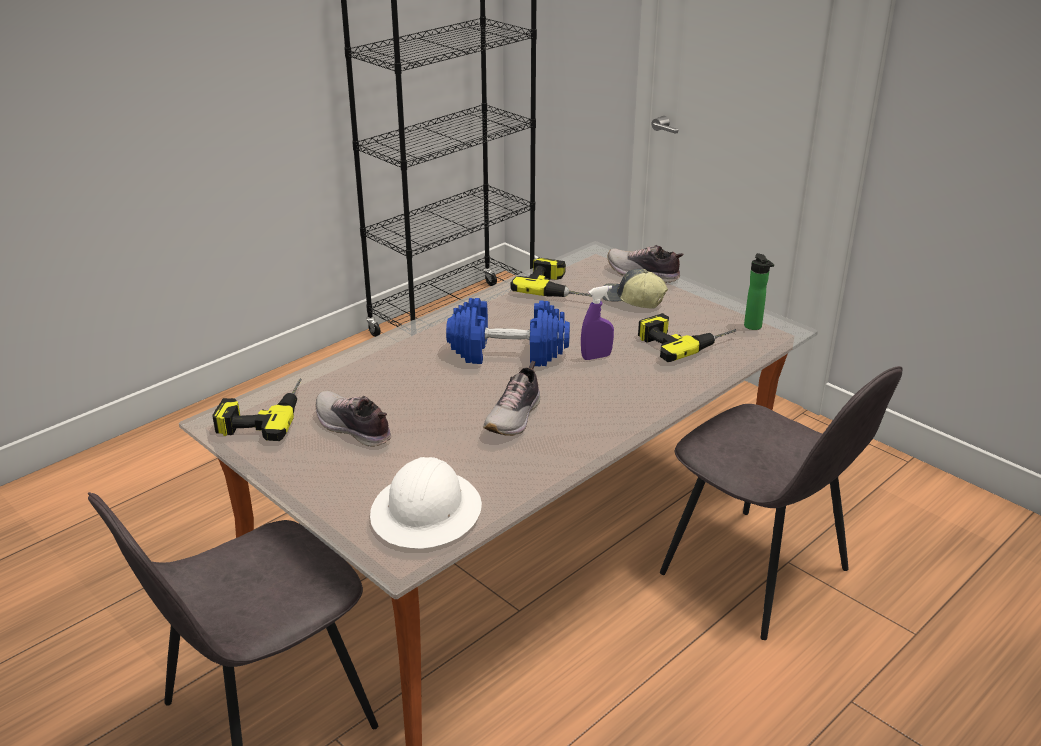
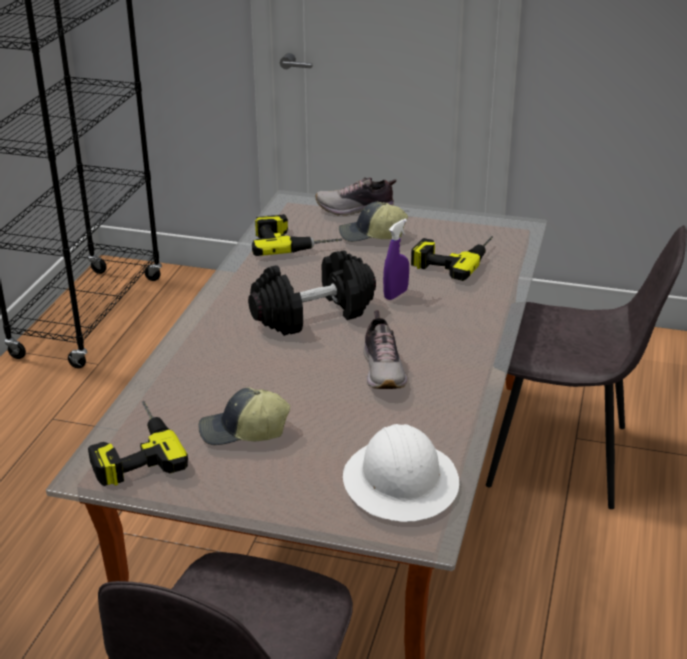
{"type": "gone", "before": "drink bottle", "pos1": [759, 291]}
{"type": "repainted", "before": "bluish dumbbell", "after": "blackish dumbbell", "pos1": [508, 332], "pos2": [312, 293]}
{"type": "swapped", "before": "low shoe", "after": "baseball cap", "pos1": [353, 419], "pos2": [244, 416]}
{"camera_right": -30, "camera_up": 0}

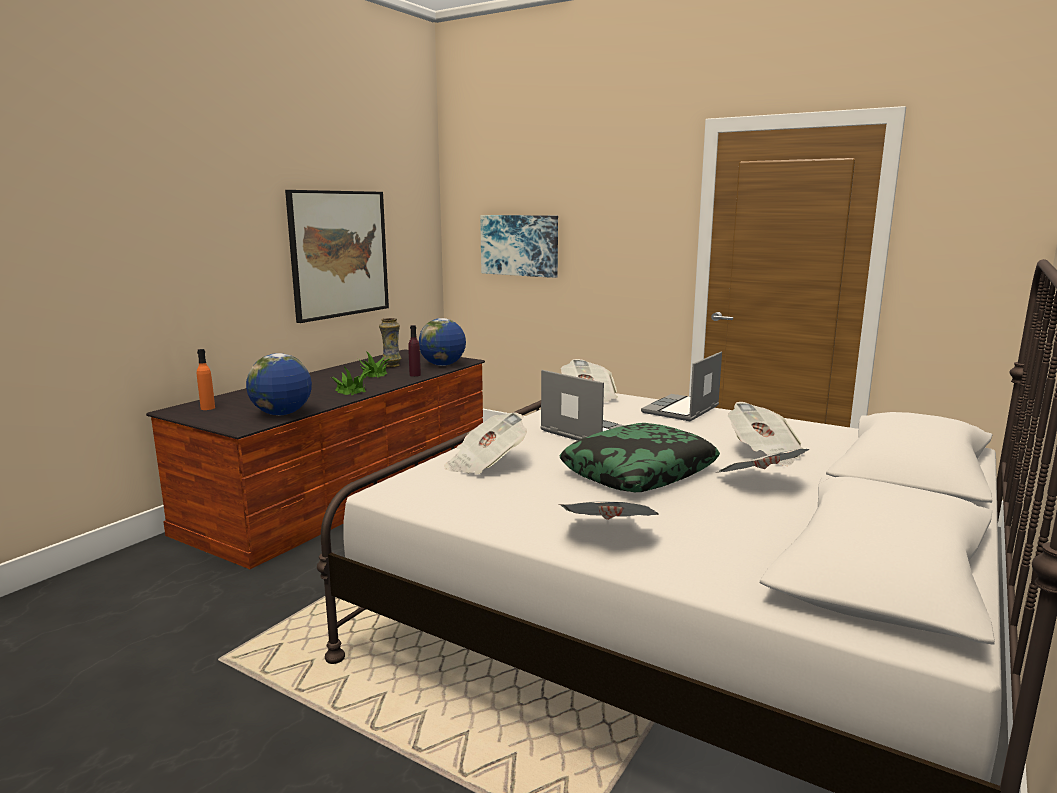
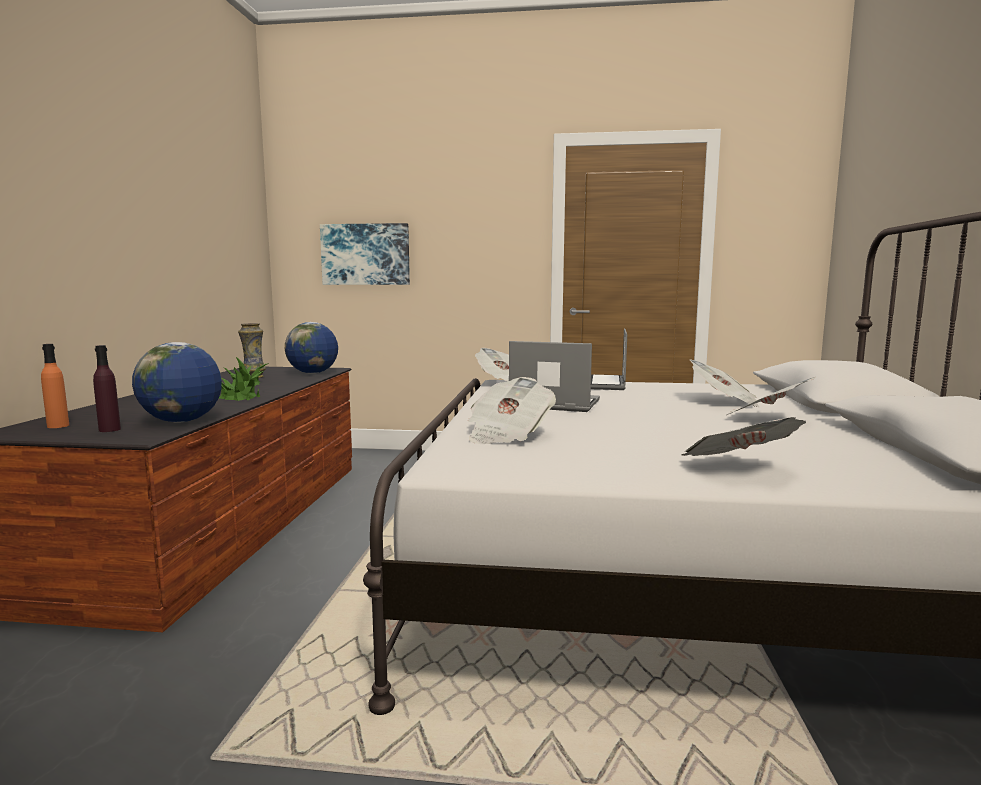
{"type": "gone", "before": "wall art", "pos1": [337, 256]}
{"type": "shifted", "before": "purple-coloured drink bottle", "pos1": [414, 351], "pos2": [107, 388]}
{"type": "gone", "before": "throw pillow", "pos1": [640, 457]}
{"camera_right": -25, "camera_up": -5}

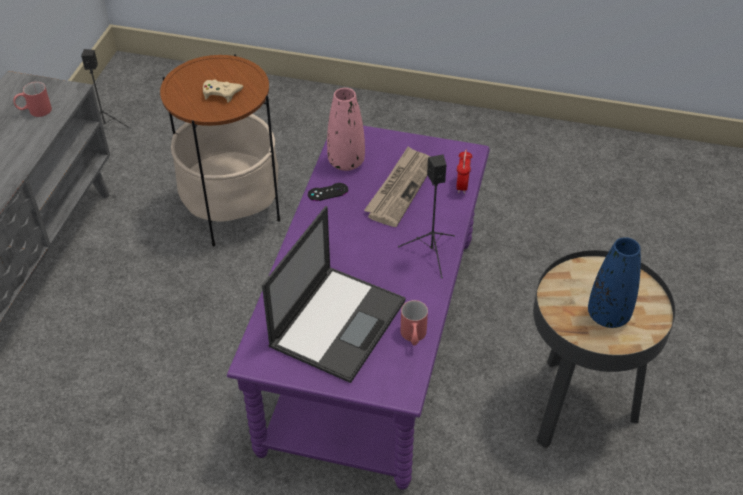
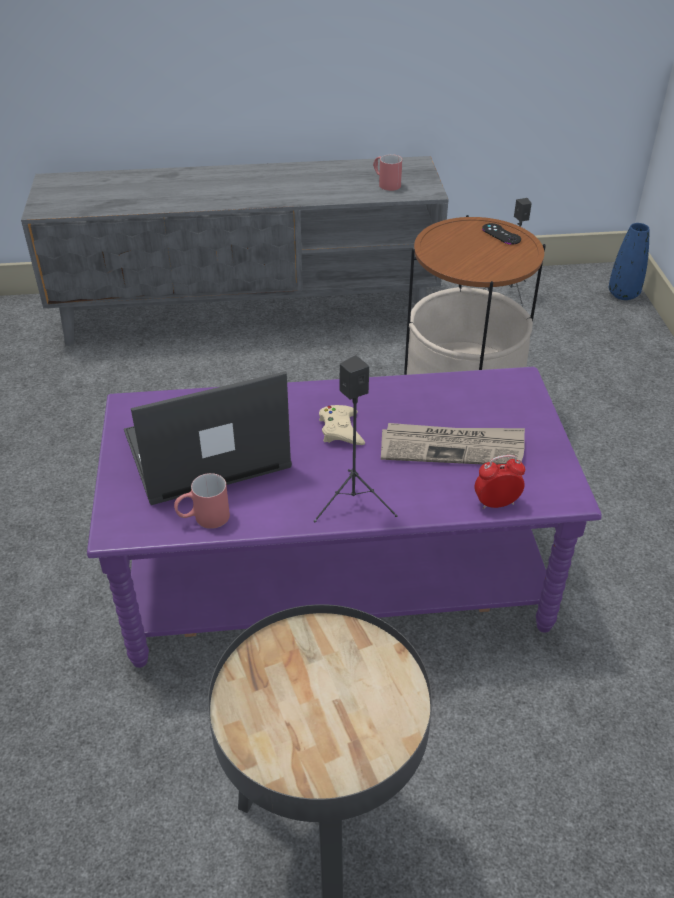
{"type": "shifted", "before": "sand-coloured game controller", "pos1": [223, 91], "pos2": [342, 425]}
{"type": "gone", "before": "pink-coloured vase", "pos1": [346, 129]}
{"type": "shifted", "before": "blackish game controller", "pos1": [328, 192], "pos2": [501, 234]}
{"type": "rotated", "before": "portable computer", "pos1": [334, 294], "pos2": [208, 438], "turn": 150}
{"type": "shifted", "before": "bluish vase", "pos1": [614, 282], "pos2": [629, 261]}
{"camera_right": 70, "camera_up": -5}

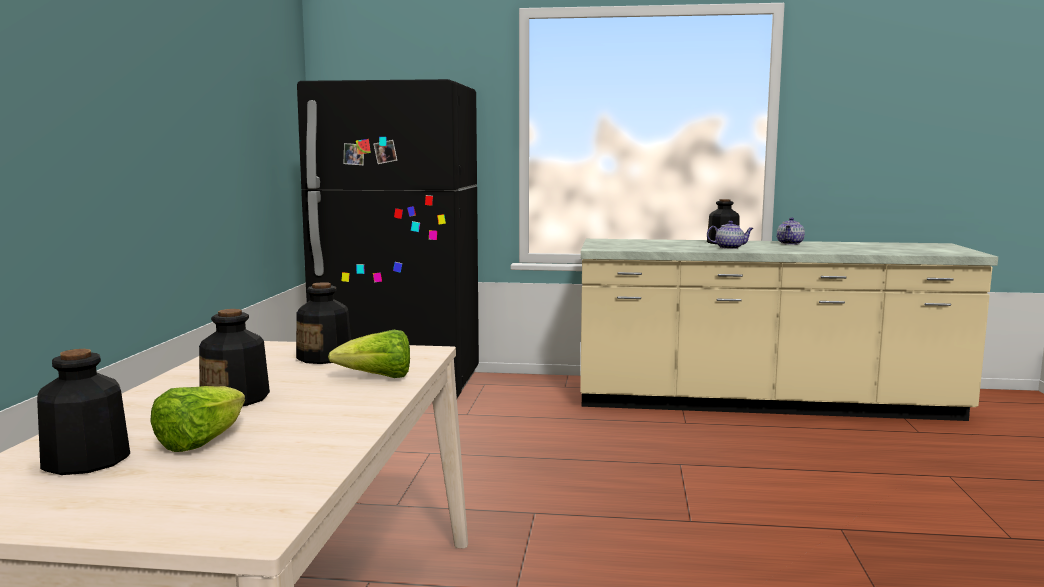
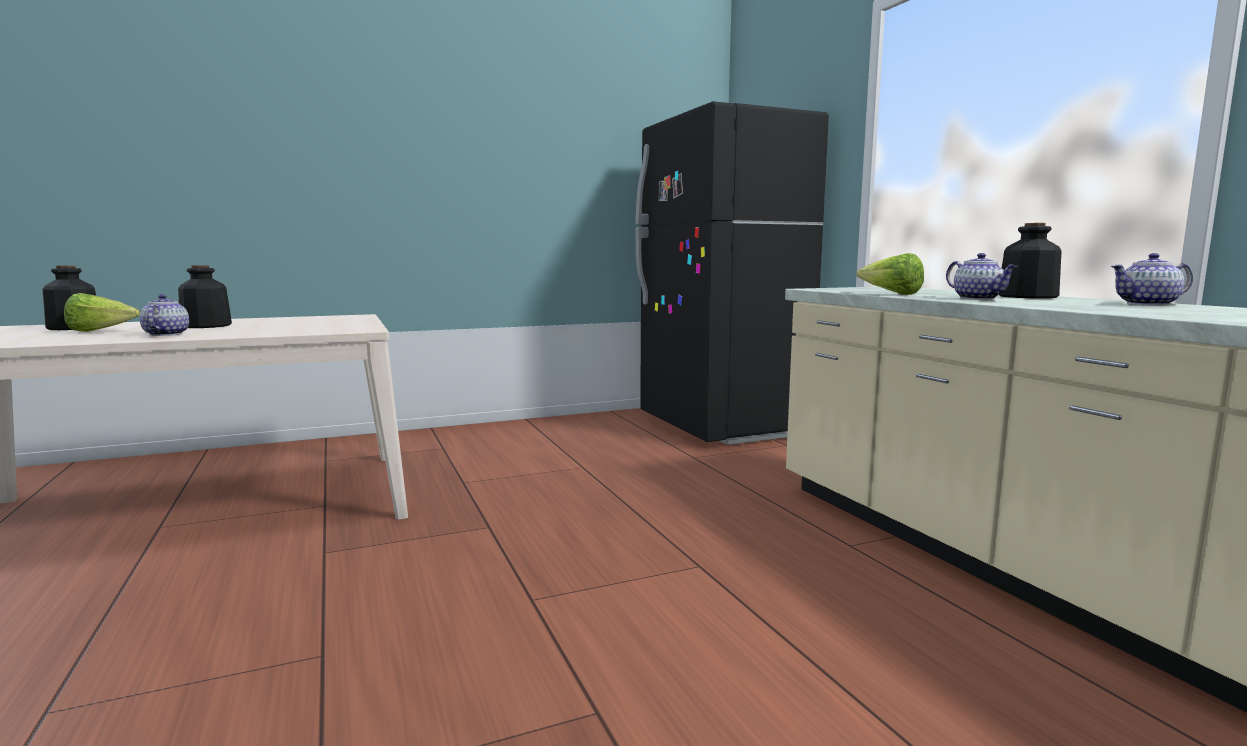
{"type": "gone", "before": "drink bottle", "pos1": [323, 323]}
{"type": "shifted", "before": "lettuce", "pos1": [369, 354], "pos2": [890, 274]}
{"type": "new", "after": "tea pot", "pos2": [164, 315]}
{"camera_right": 60, "camera_up": 0}

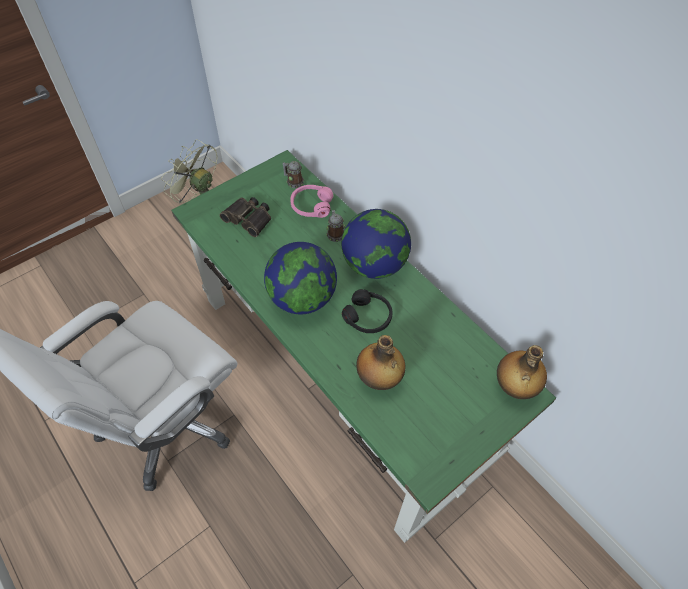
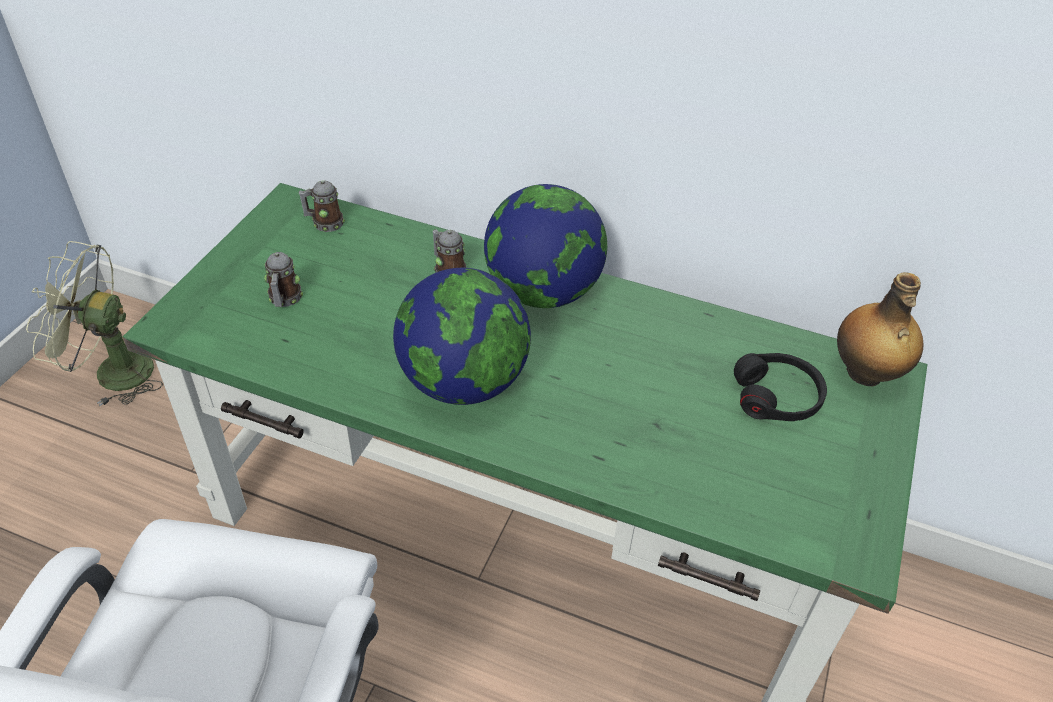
{"type": "gone", "before": "pink-coloured pair of headphones", "pos1": [311, 201]}
{"type": "swapped", "before": "binoculars", "after": "tea mug", "pos1": [245, 217], "pos2": [283, 279]}
{"type": "shifted", "before": "blackish pair of headphones", "pos1": [367, 311], "pos2": [780, 387]}
{"type": "gone", "before": "drink bottle", "pos1": [380, 362]}
{"camera_right": -30, "camera_up": -10}

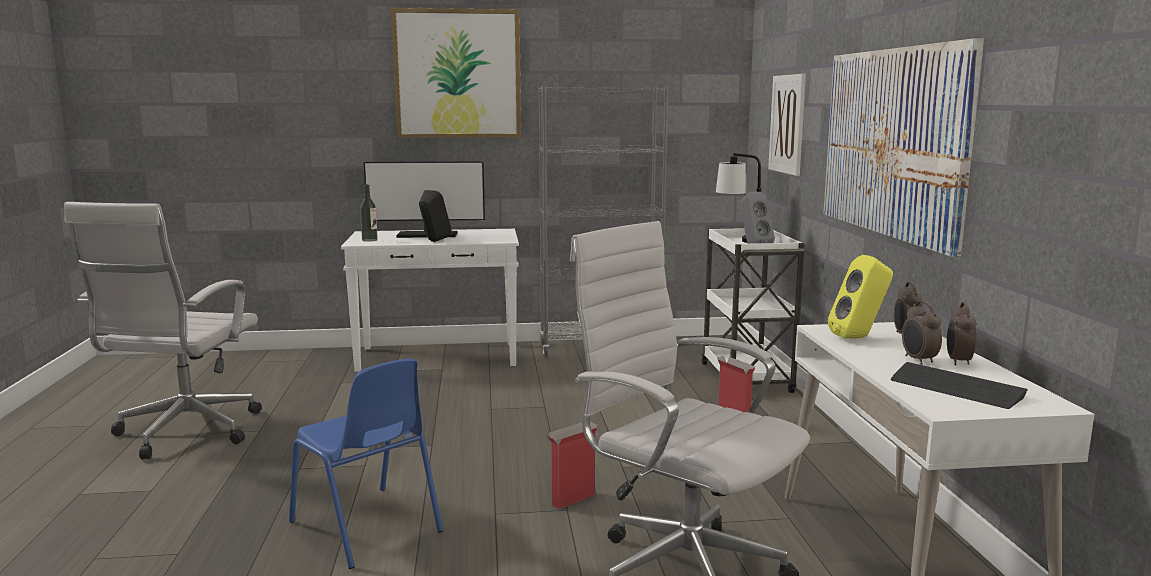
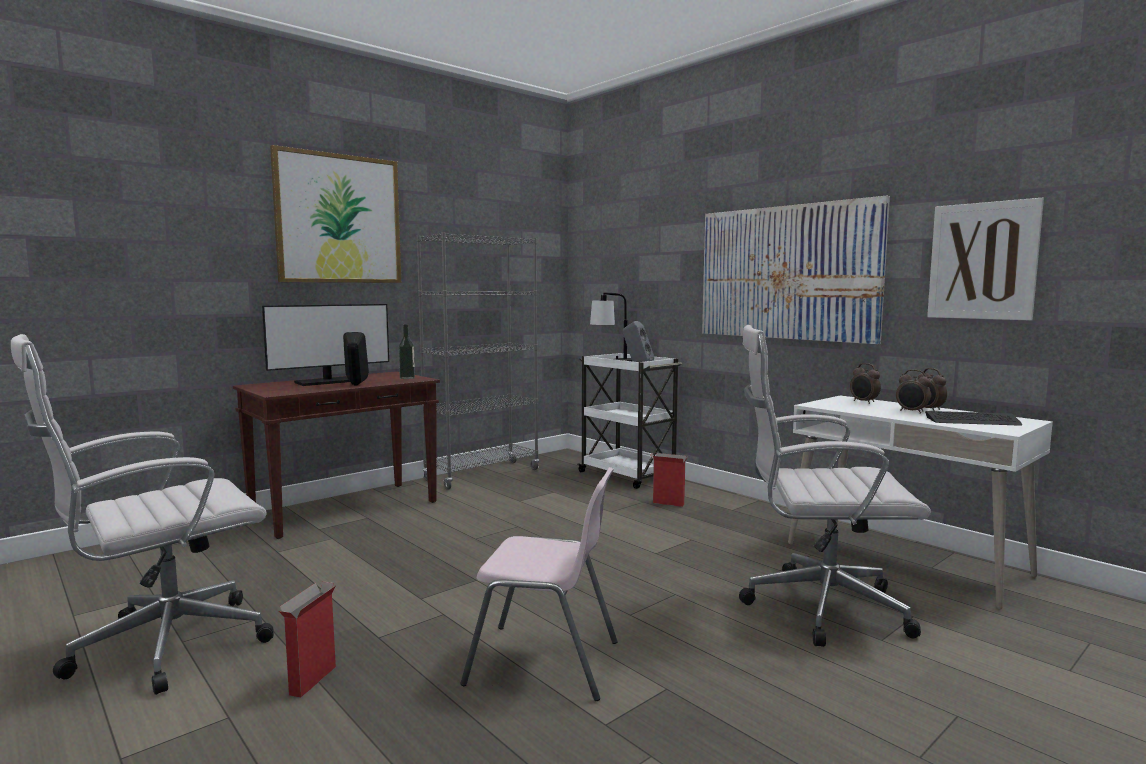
{"type": "shifted", "before": "wall art", "pos1": [787, 125], "pos2": [985, 259]}
{"type": "shifted", "before": "drink bottle", "pos1": [369, 213], "pos2": [407, 351]}
{"type": "rotated", "before": "whitish desk chair", "pos1": [163, 330], "pos2": [142, 514], "turn": 75}
{"type": "repainted", "before": "whitish hall table", "after": "brown hall table", "pos1": [430, 300], "pos2": [336, 455]}
{"type": "gone", "before": "yellow audio speaker", "pos1": [860, 297]}
{"type": "repainted", "before": "bluish chair", "after": "pink-coloured chair", "pos1": [366, 463], "pos2": [539, 584]}
{"type": "shifted", "before": "packing box", "pos1": [572, 465], "pos2": [307, 639]}
{"camera_right": -35, "camera_up": -5}

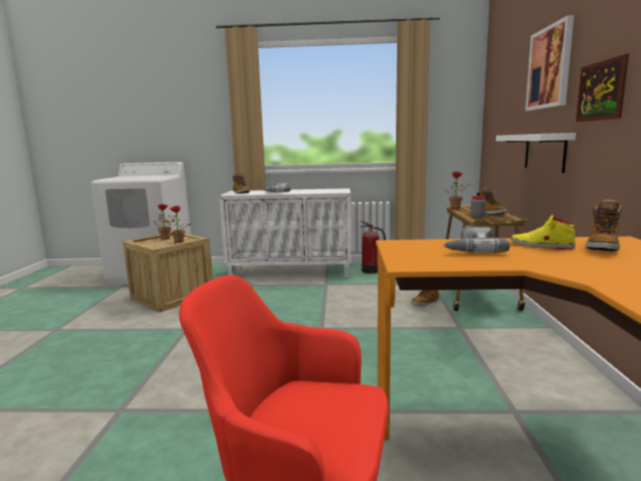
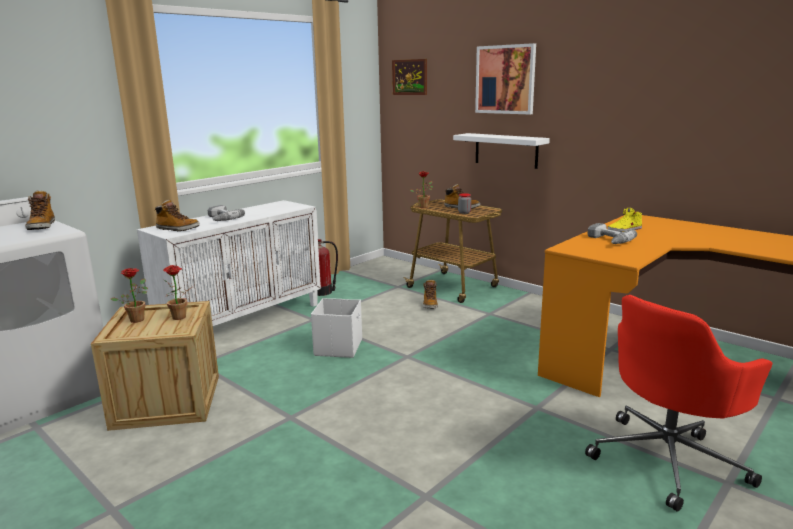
{"type": "shifted", "before": "wall art", "pos1": [602, 88], "pos2": [409, 77]}
{"type": "shifted", "before": "high-top boot", "pos1": [604, 225], "pos2": [40, 210]}
{"type": "new", "after": "whitish storage box", "pos2": [336, 328]}
{"camera_right": -50, "camera_up": 5}

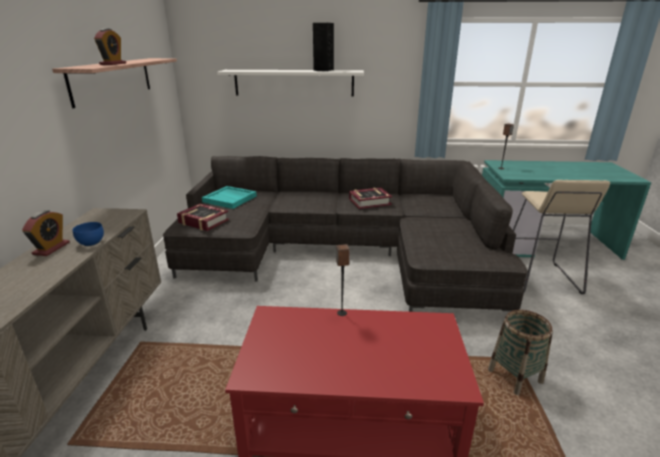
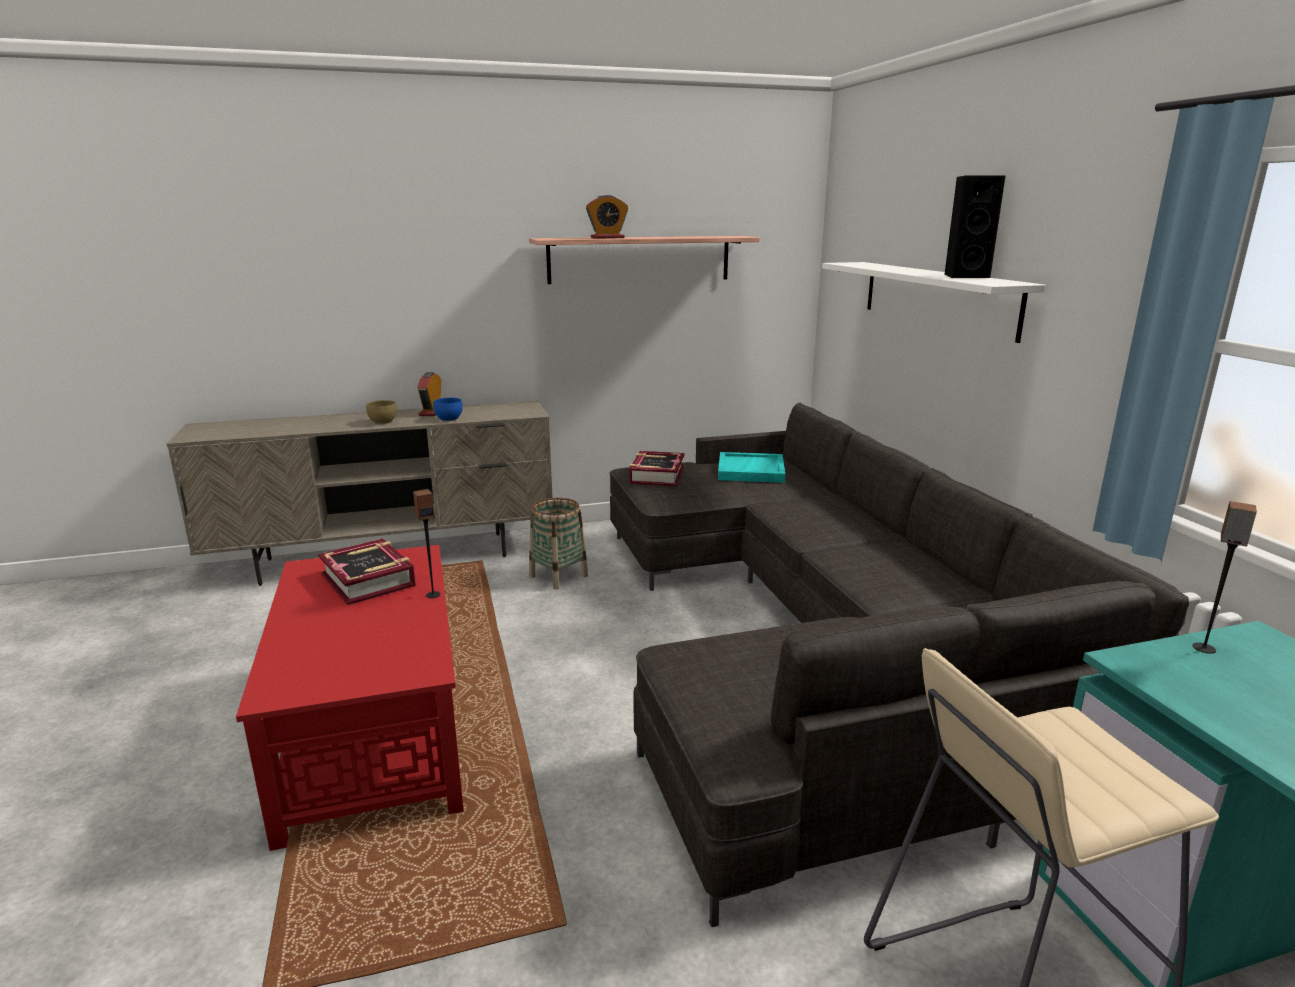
{"type": "shifted", "before": "volume", "pos1": [370, 198], "pos2": [367, 572]}
{"type": "rotated", "before": "alarm clock", "pos1": [46, 233], "pos2": [429, 394], "turn": 105}
{"type": "shifted", "before": "storage basket", "pos1": [520, 352], "pos2": [558, 544]}
{"type": "new", "after": "brown serving bowl", "pos2": [381, 412]}
{"camera_right": 70, "camera_up": -5}

